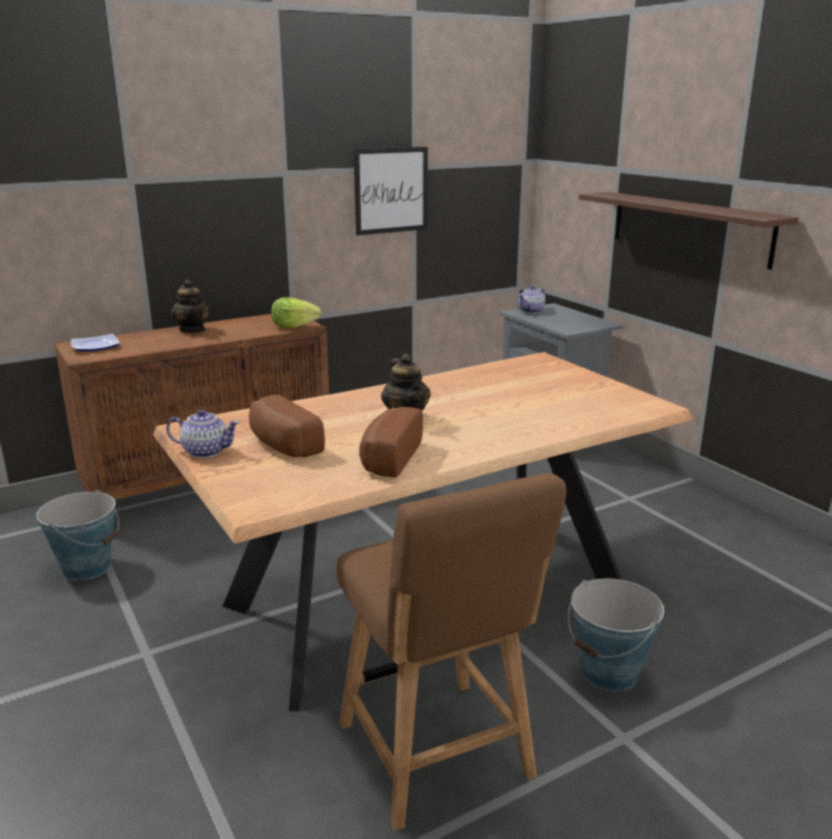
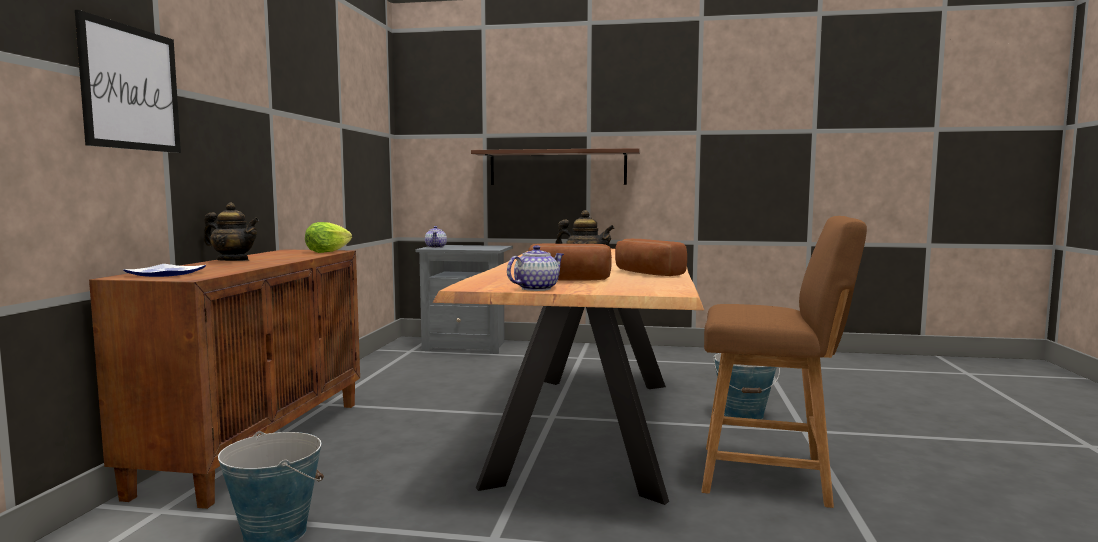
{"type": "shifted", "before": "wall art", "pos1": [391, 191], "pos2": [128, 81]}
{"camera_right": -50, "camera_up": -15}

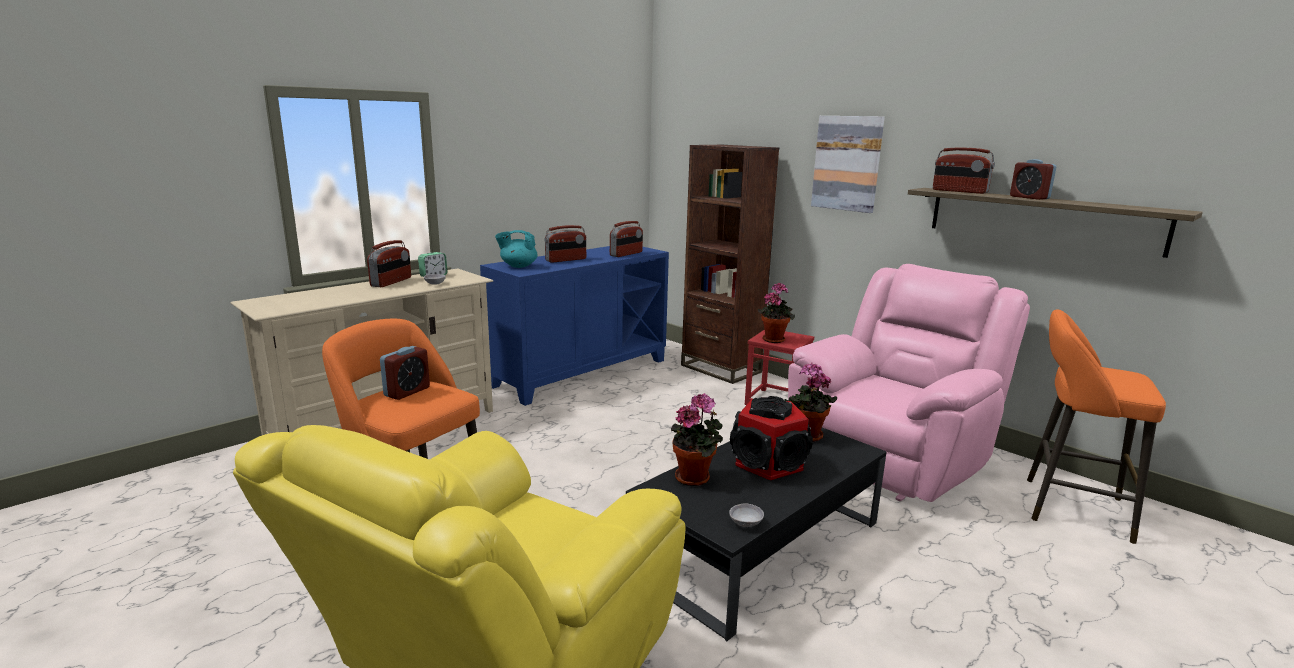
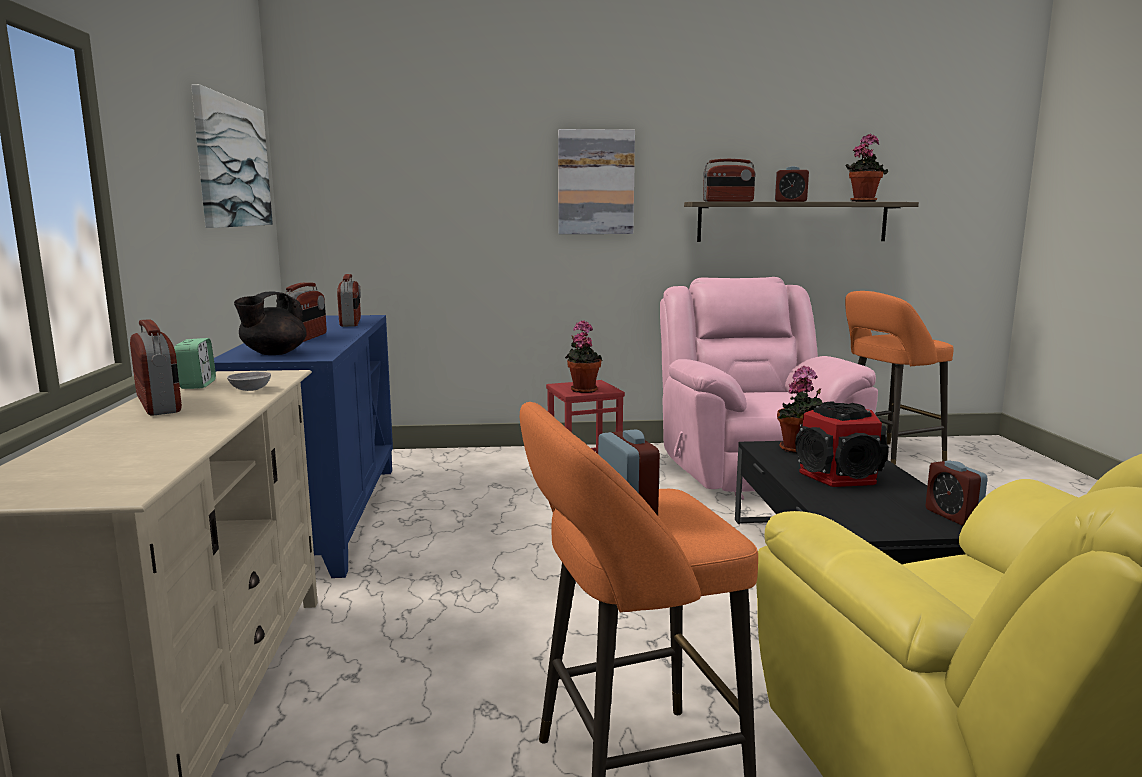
{"type": "gone", "before": "brown bookshelf", "pos1": [730, 264]}
{"type": "repainted", "before": "turquoise-coloured tea pot", "after": "blackish tea pot", "pos1": [516, 249], "pos2": [270, 323]}
{"type": "shifted", "before": "houseplant", "pos1": [697, 439], "pos2": [866, 167]}
{"type": "swapped", "before": "grey serving bowl", "after": "alarm clock", "pos1": [746, 515], "pos2": [957, 492]}
{"type": "new", "after": "wall art", "pos2": [232, 156]}
{"camera_right": -50, "camera_up": -5}

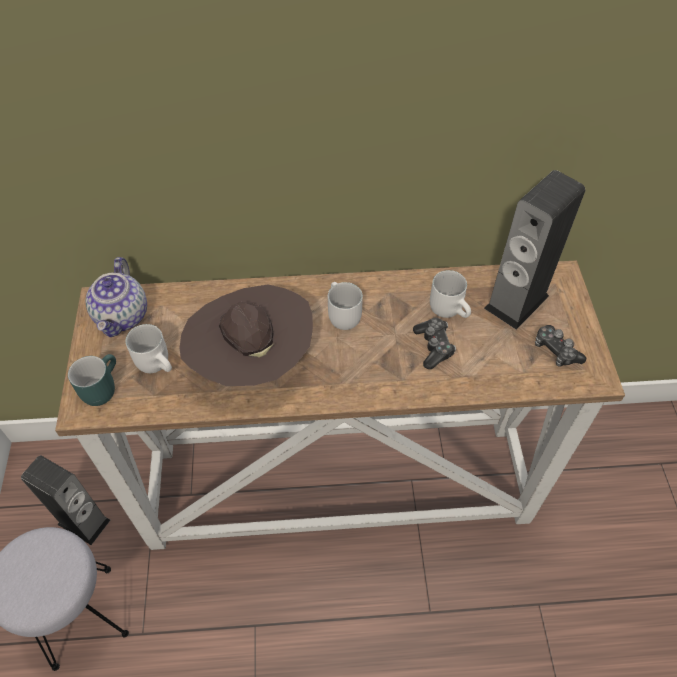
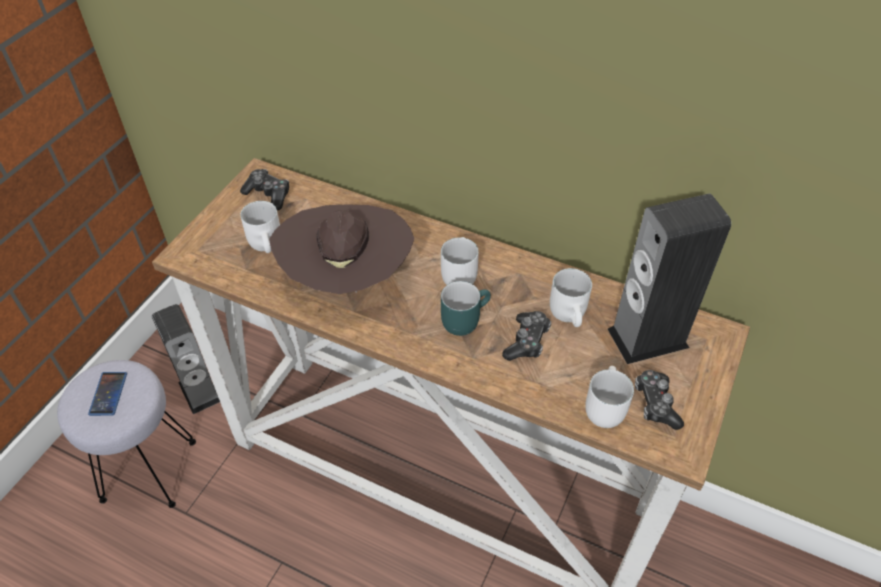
{"type": "swapped", "before": "tea pot", "after": "game controller", "pos1": [116, 297], "pos2": [264, 189]}
{"type": "shifted", "before": "turquoise-coloured tea mug", "pos1": [92, 380], "pos2": [466, 308]}
{"type": "new", "after": "whitish tea mug", "pos2": [609, 397]}
{"type": "new", "after": "telephone", "pos2": [107, 394]}
{"camera_right": 30, "camera_up": -5}

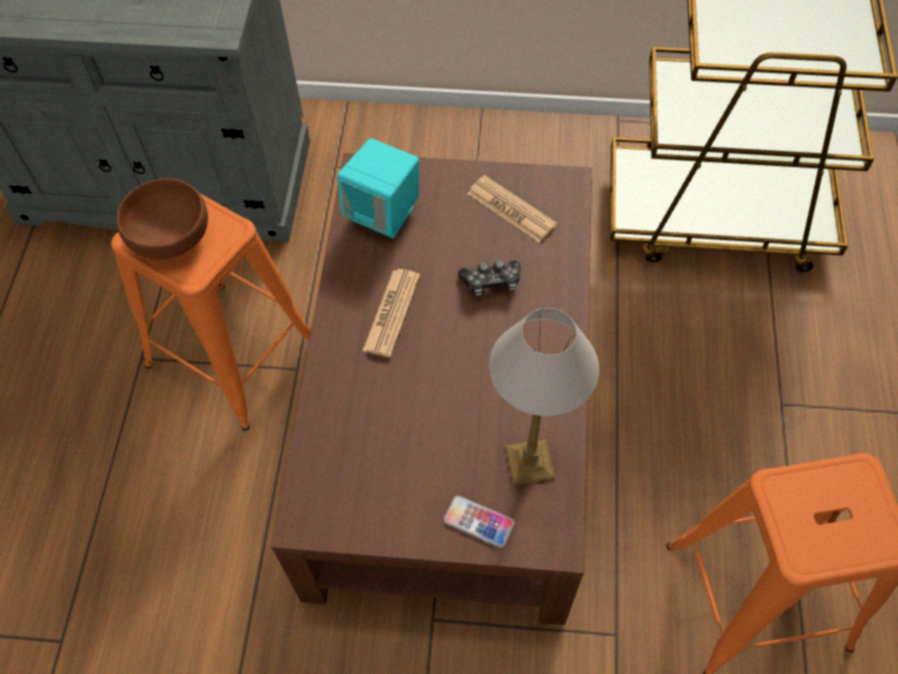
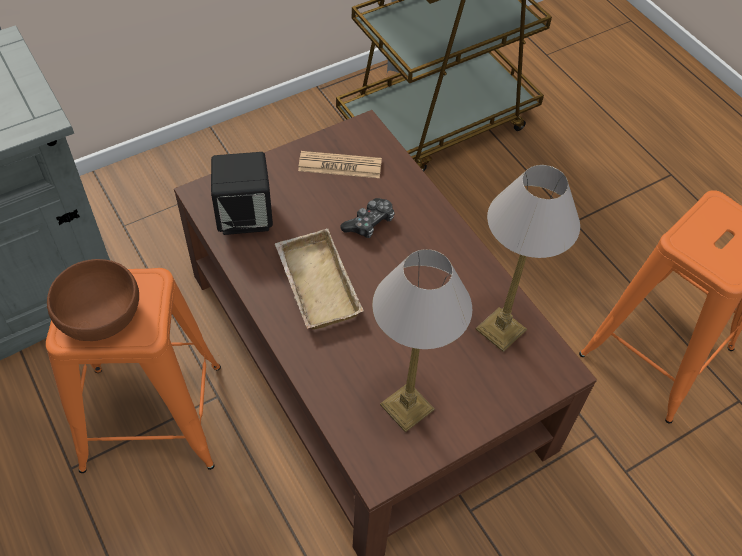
{"type": "repainted", "before": "turquoise-coloured audio speaker", "after": "blackish audio speaker", "pos1": [378, 188], "pos2": [242, 193]}
{"type": "swapped", "before": "daily paper", "after": "sand-coloured serving tray", "pos1": [391, 313], "pos2": [319, 279]}
{"type": "gone", "before": "telephone", "pos1": [479, 522]}
{"type": "new", "after": "lamp for a table", "pos2": [422, 340]}
{"camera_right": -40, "camera_up": -5}

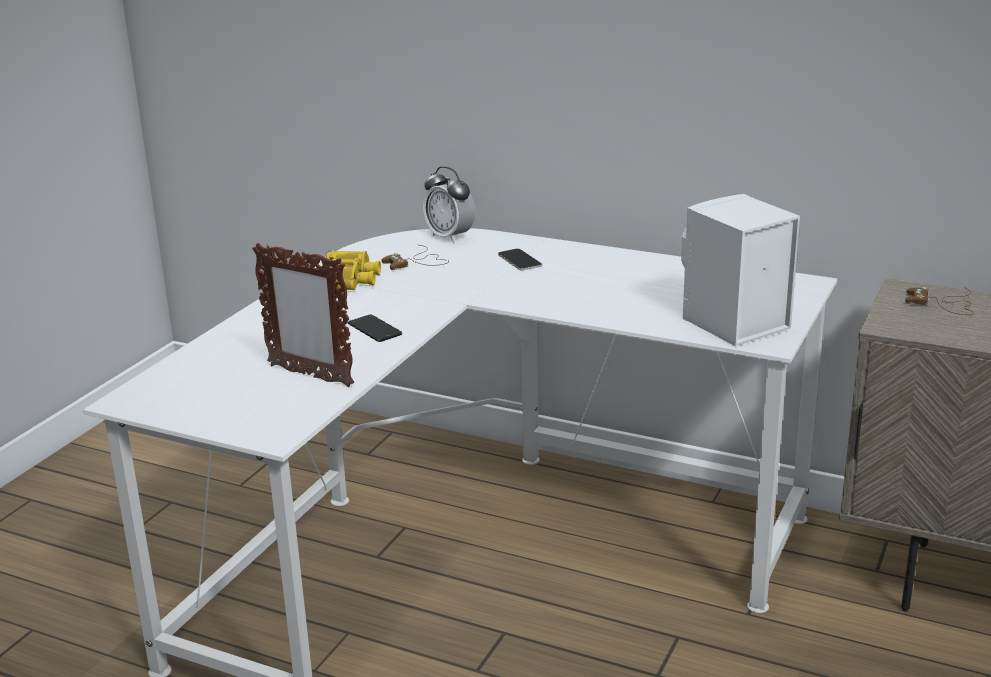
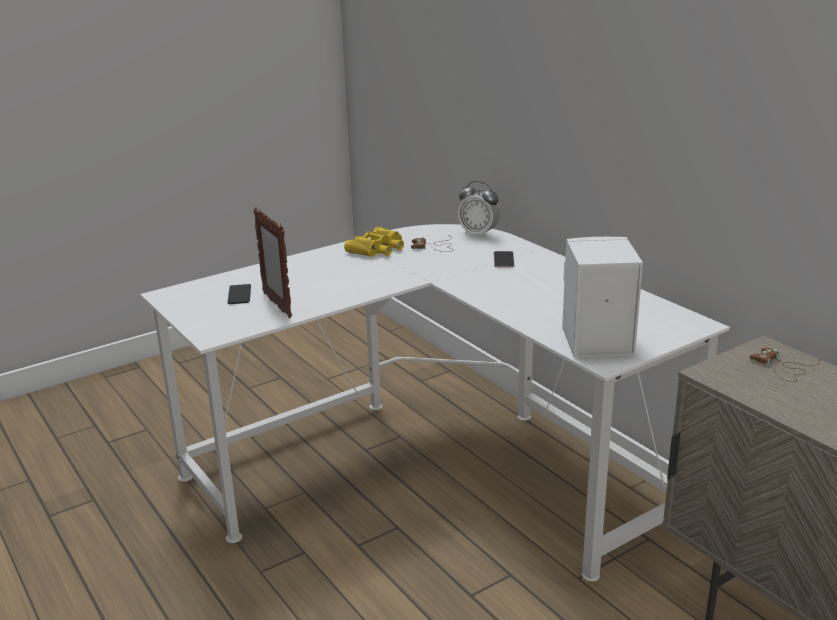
{"type": "rotated", "before": "alarm clock", "pos1": [449, 204], "pos2": [479, 209], "turn": -45}
{"type": "shifted", "before": "telephone", "pos1": [375, 328], "pos2": [239, 294]}
{"camera_right": 30, "camera_up": 0}

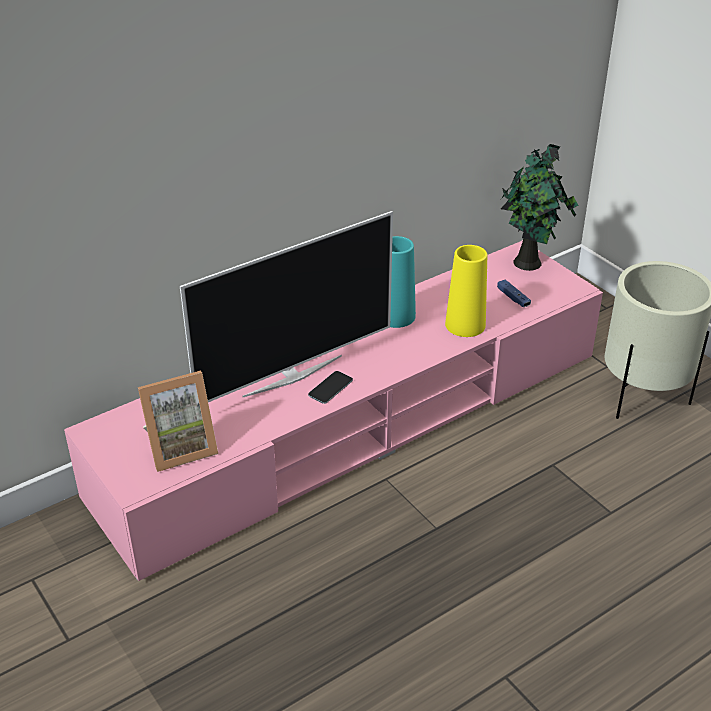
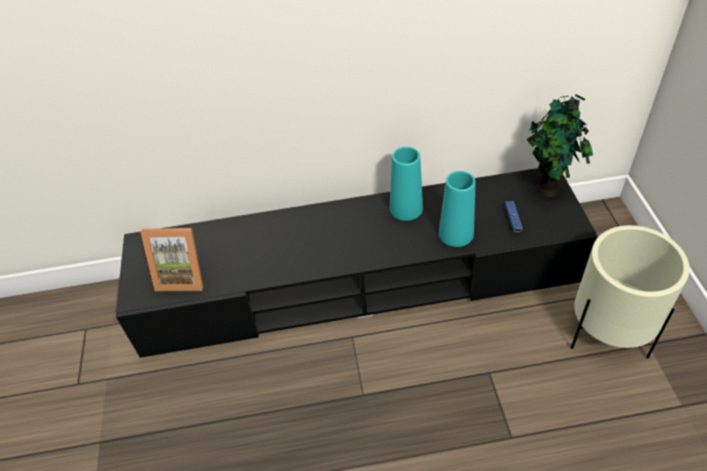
{"type": "gone", "before": "TV", "pos1": [286, 306]}
{"type": "repainted", "before": "pink-coloured tv stand", "after": "blackish tv stand", "pos1": [333, 410], "pos2": [357, 263]}
{"type": "repainted", "before": "yellow vase", "after": "turquoise-coloured vase", "pos1": [466, 291], "pos2": [457, 209]}
{"type": "gone", "before": "telephone", "pos1": [330, 387]}
{"camera_right": 30, "camera_up": 10}

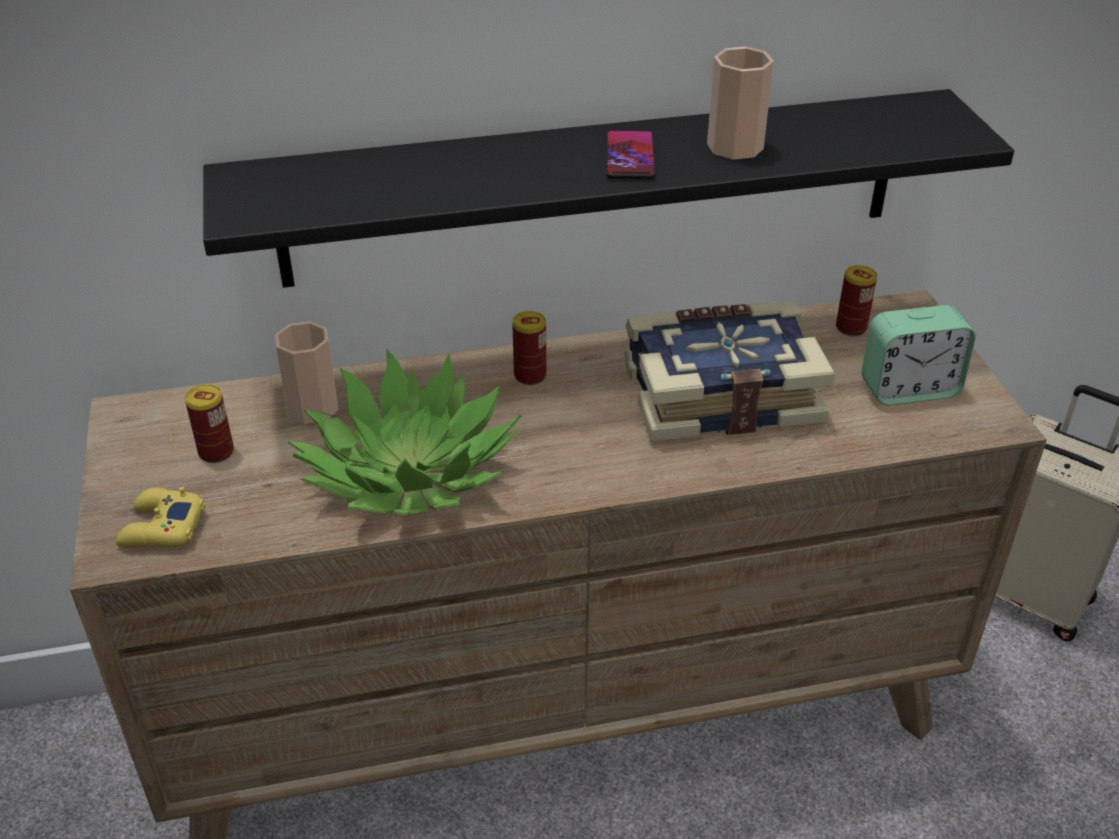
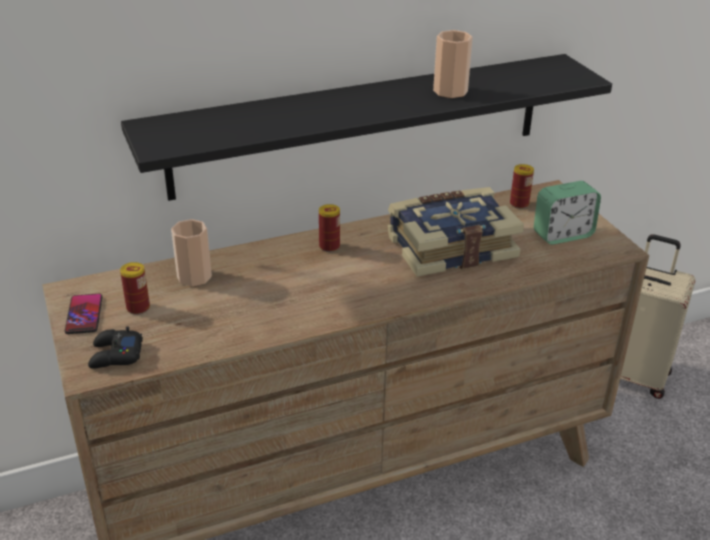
{"type": "shifted", "before": "telephone", "pos1": [631, 154], "pos2": [83, 314]}
{"type": "gone", "before": "houseplant", "pos1": [405, 431]}
{"type": "repainted", "before": "yellow game controller", "after": "blackish game controller", "pos1": [160, 517], "pos2": [115, 348]}
{"camera_right": -10, "camera_up": -5}

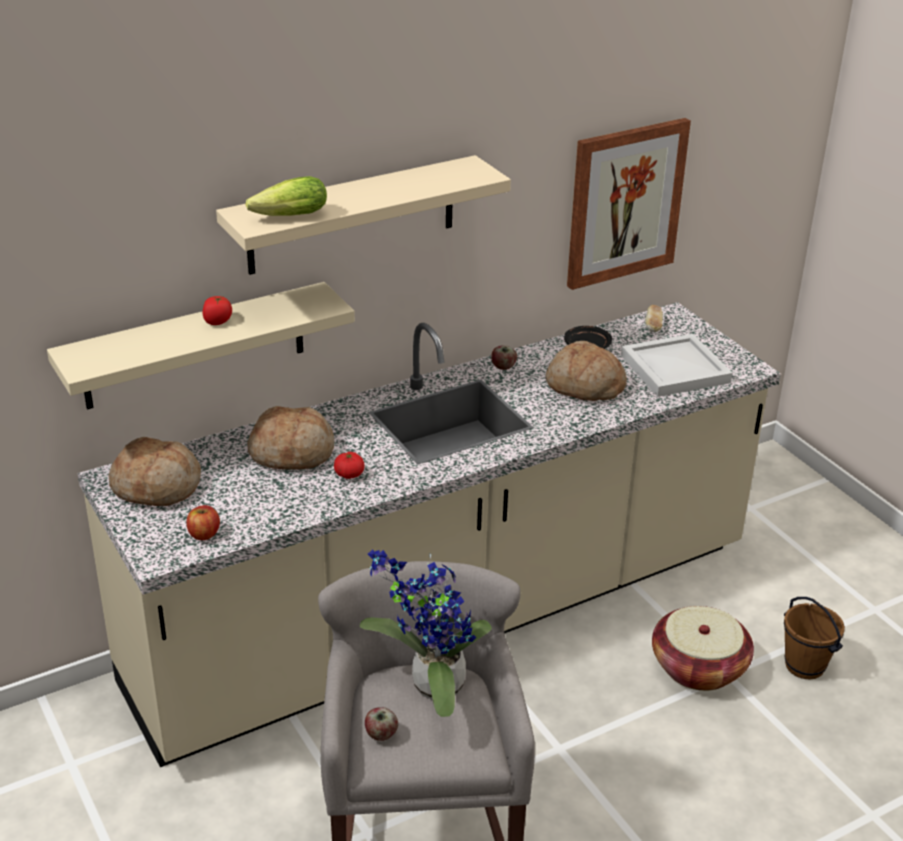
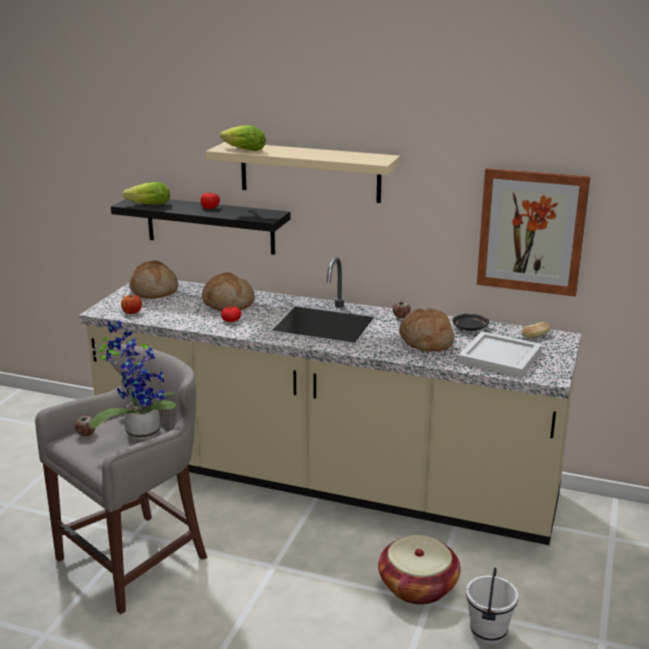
{"type": "repainted", "before": "sand-coloured shelf", "after": "blackish shelf", "pos1": [201, 346], "pos2": [200, 227]}
{"type": "repainted", "before": "brown pail", "after": "whitish pail", "pos1": [814, 638], "pos2": [492, 605]}
{"type": "new", "after": "lettuce", "pos2": [146, 193]}
{"camera_right": 50, "camera_up": -10}

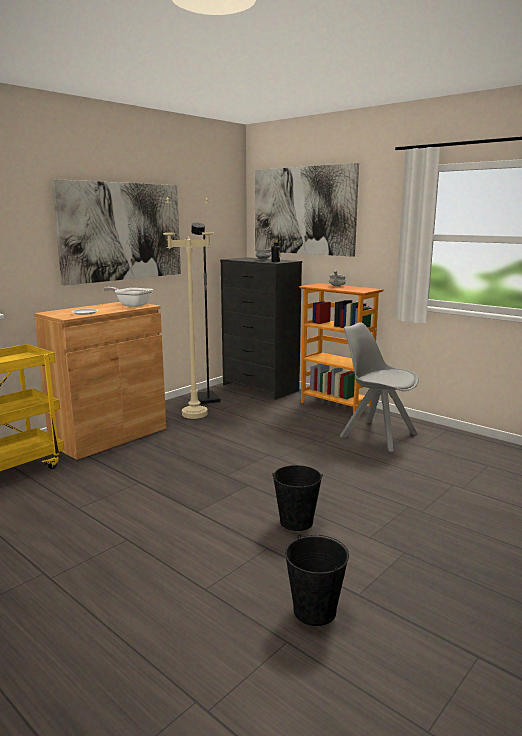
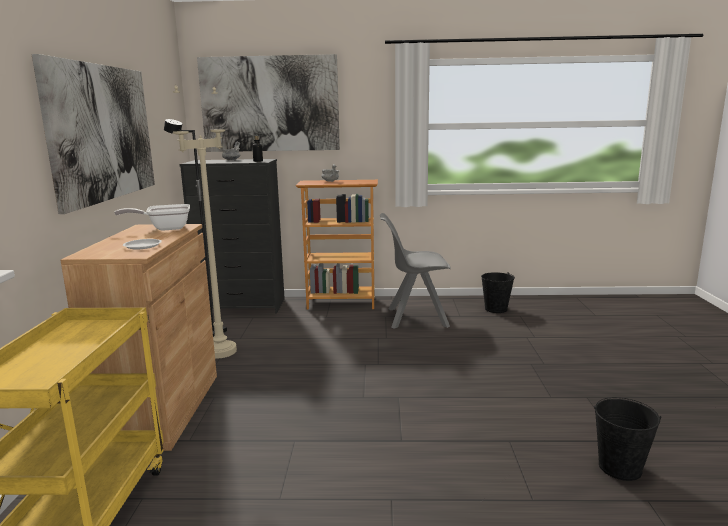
{"type": "shifted", "before": "blackish pail", "pos1": [297, 498], "pos2": [498, 292]}
{"camera_right": -40, "camera_up": 0}

